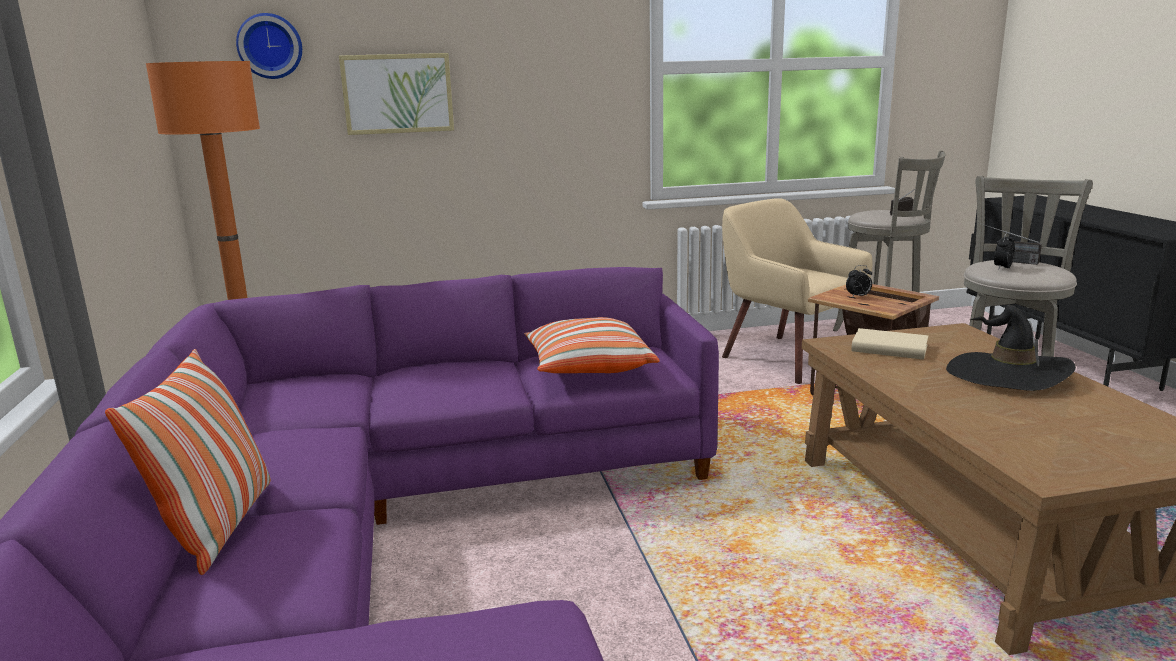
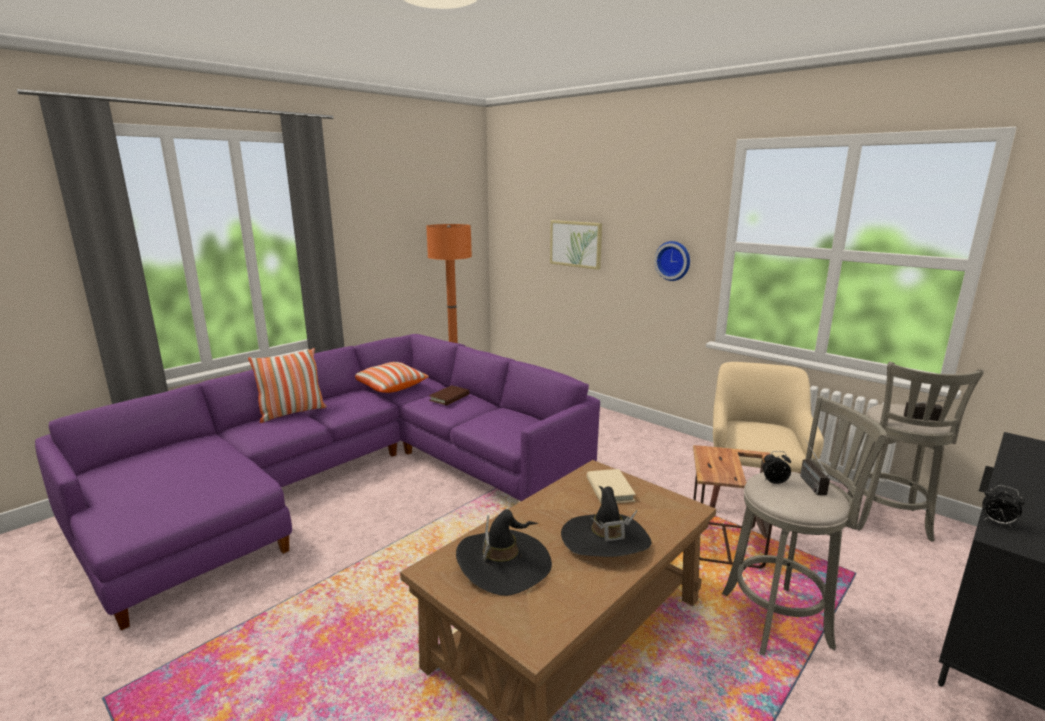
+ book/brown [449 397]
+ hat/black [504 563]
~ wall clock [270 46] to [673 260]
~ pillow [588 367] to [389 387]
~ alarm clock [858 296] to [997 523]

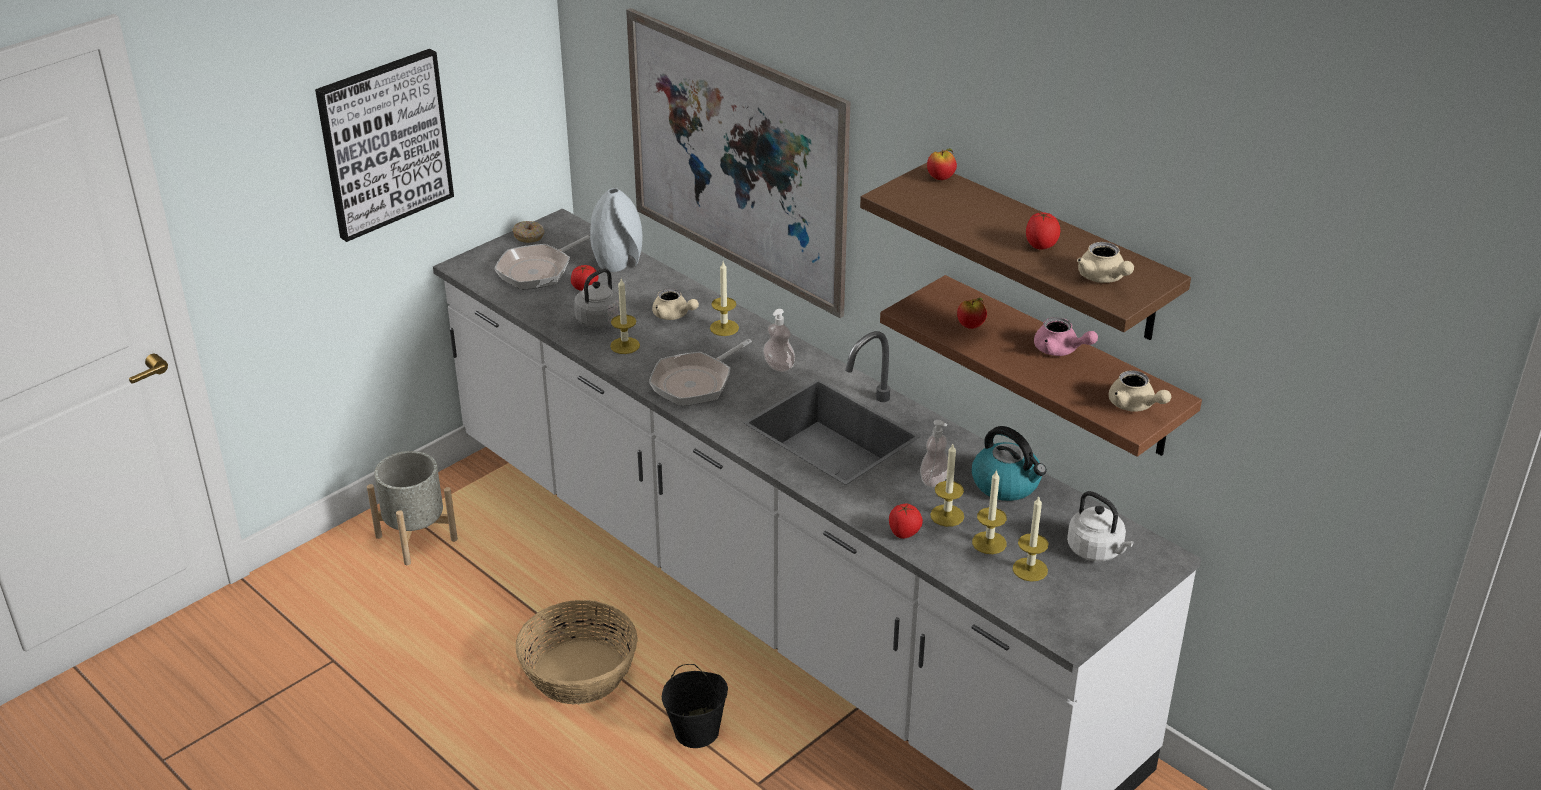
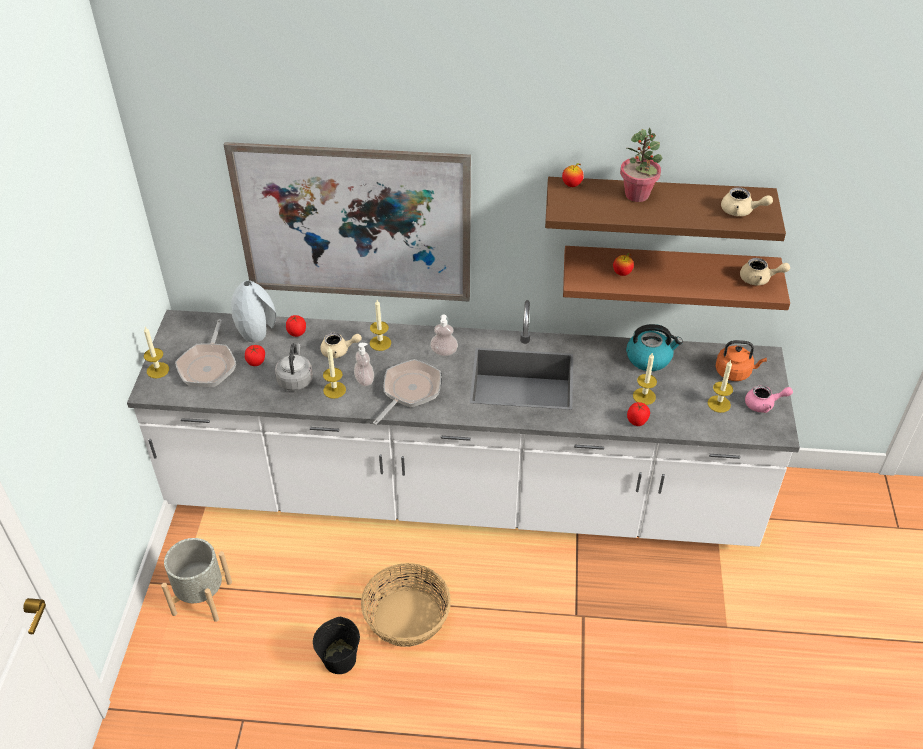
- picture [384 143]
- donut [529 236]
+ potted plant [637 195]
~ bucket/black [697 731] to [340 659]
~ soap dispenser [934 480] to [364 380]
~ candle [989 543] to [158 370]
~ tomato [1040 246] to [297 333]
~ teapot/pink [1060 350] to [764 404]
~ kettle/white [1097 551] to kettle/orange [735 372]
~ frying pan [695 382] = [409 391] 150 degrees counterclockwise

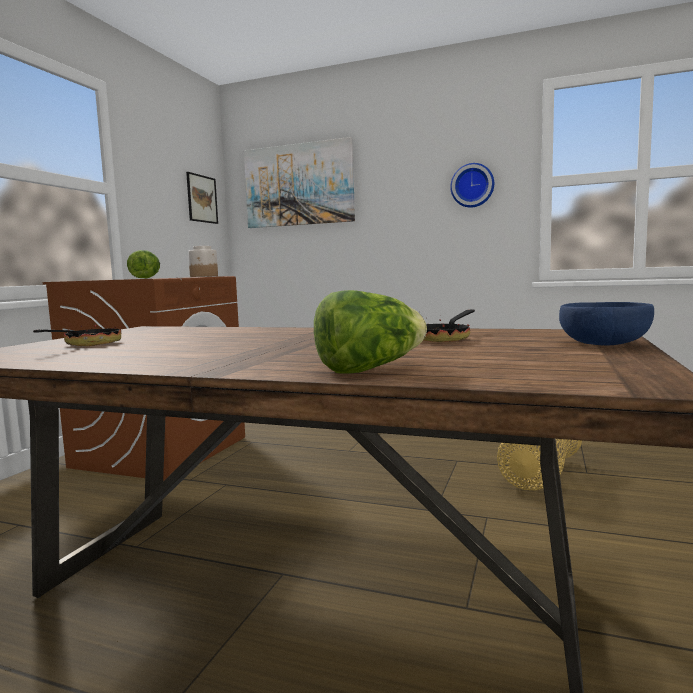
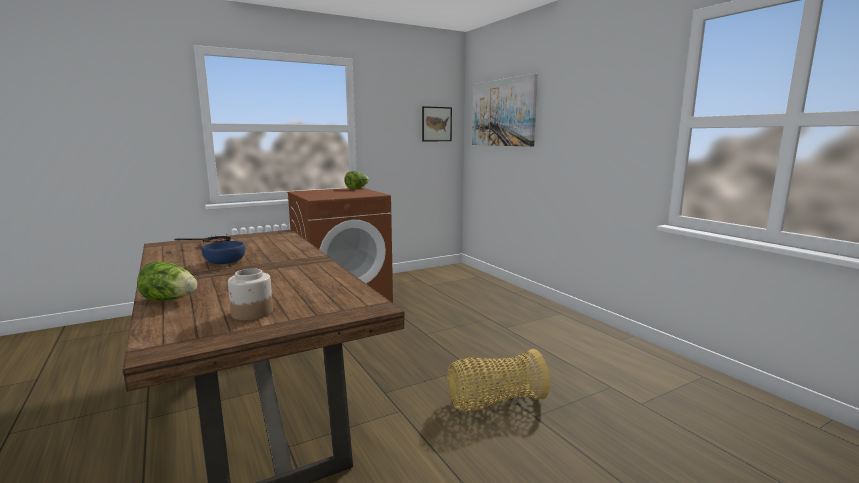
- frying pan [445 338]
- wall clock [472 185]
~ jar [204 276] to [252 313]
~ bowl/blue [605 343] to [225 262]

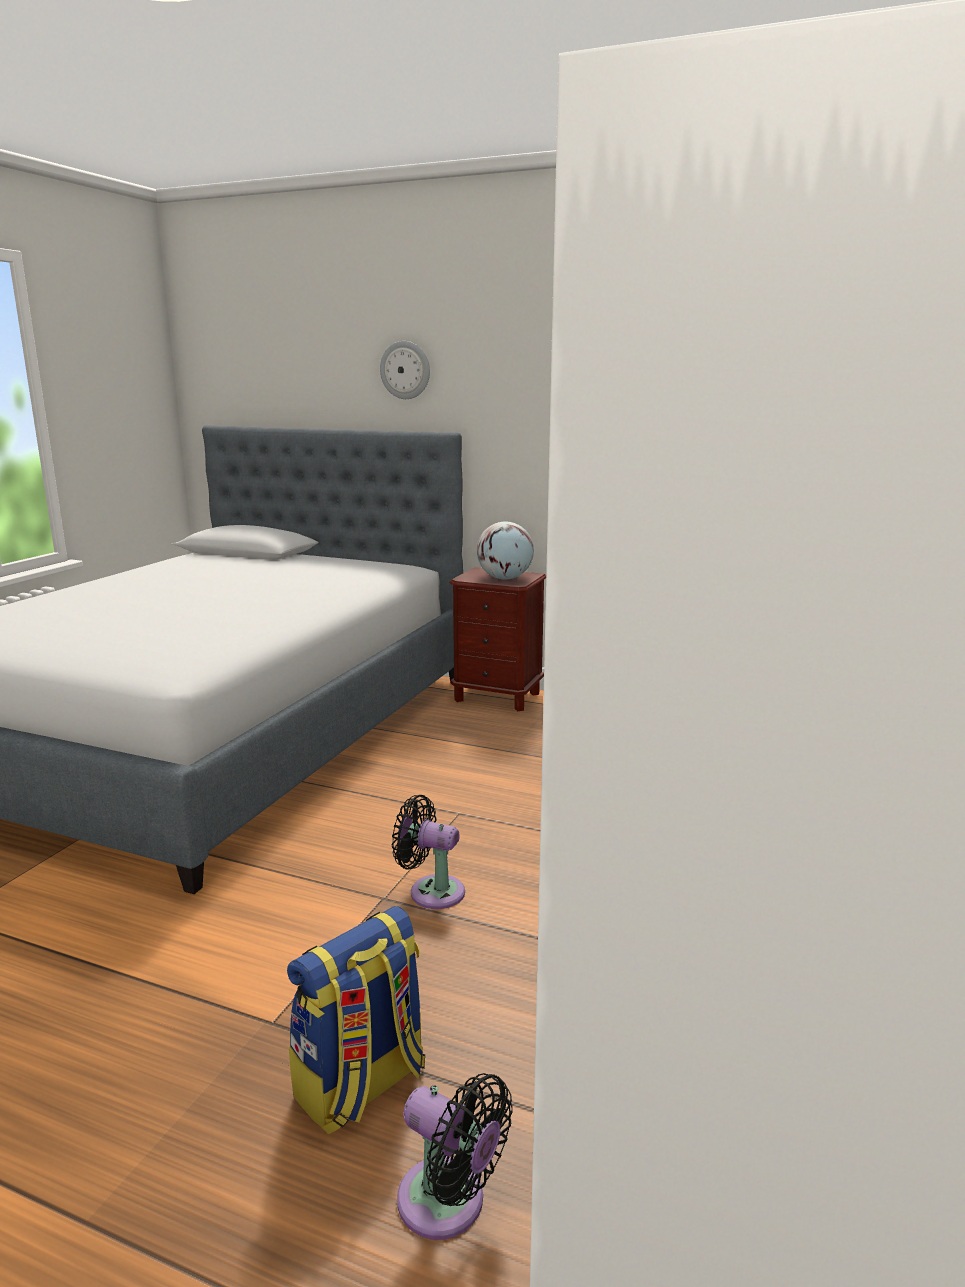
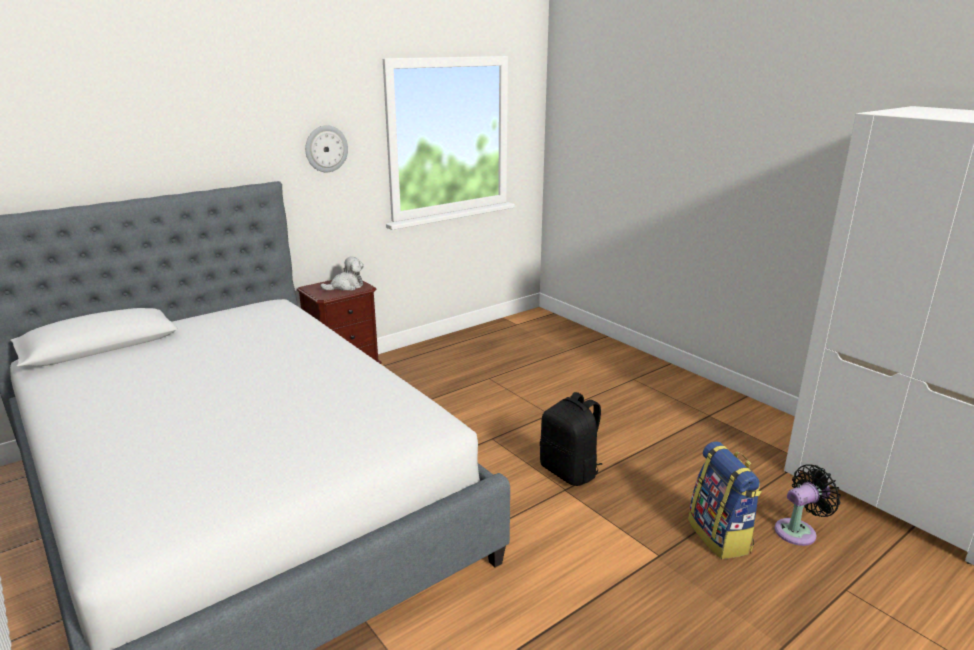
~ wall clock [405 370] to [326 149]
~ fan/black [431 891] to backpack/black [570 472]
~ globe [505 578] to plush toy [346 286]

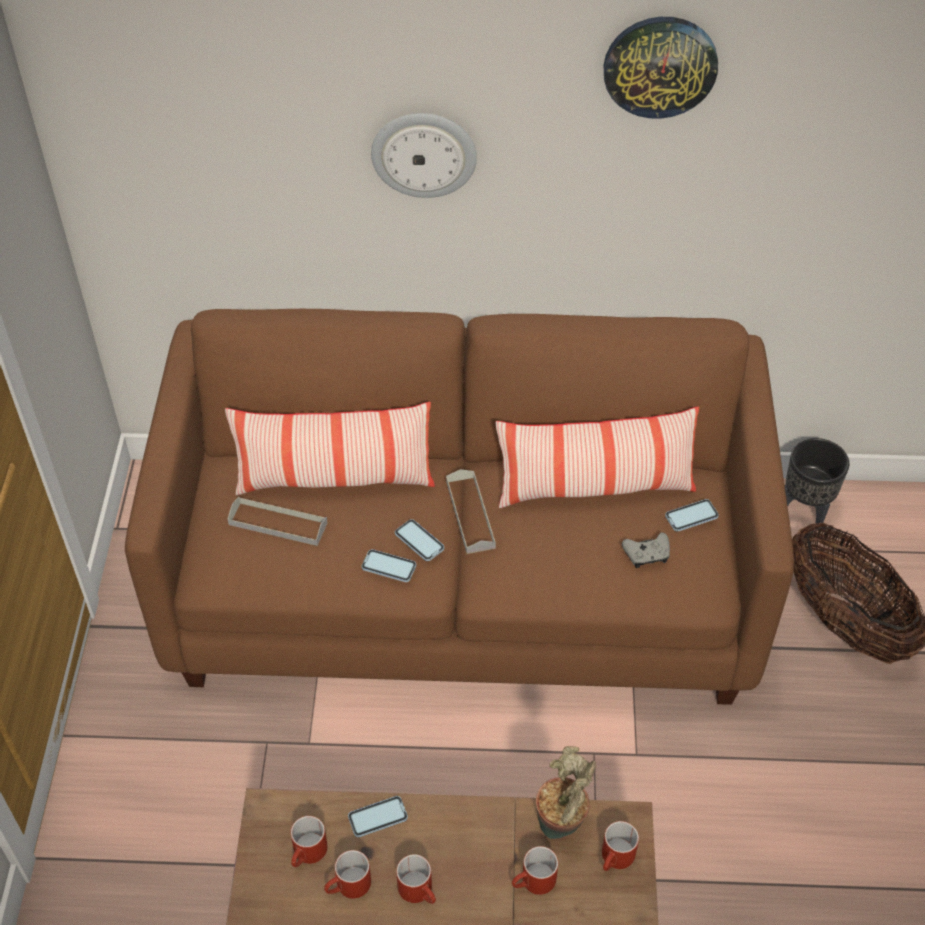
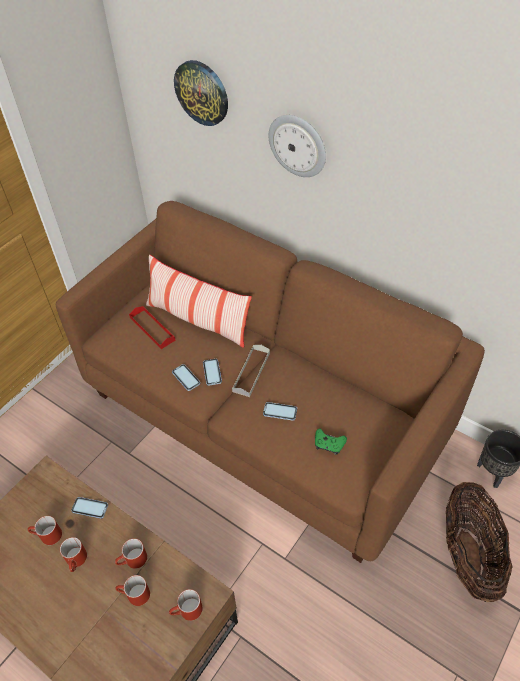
- pillow [594 488]
- potted plant [562 825]
~ mug/red [308 854] to [132 561]
~ wall clock [660 66] to [202 93]
~ phone [691 516] to [280 412]
~ tray/grey [278 524] to tray/red [152 329]
~ game controller/grey [647 555] to game controller/green [329 444]

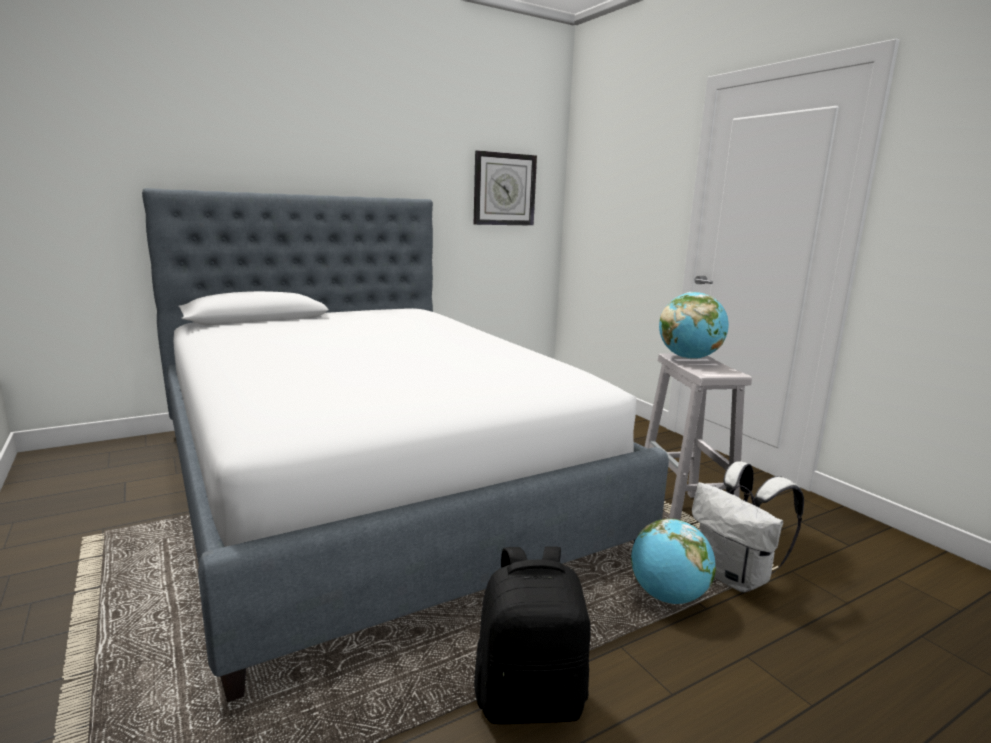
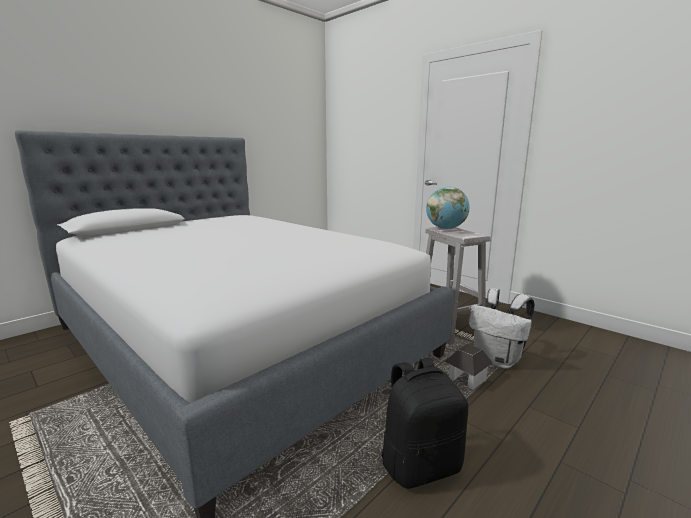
- wall clock [504 189]
~ globe [668 596] to toy house [467 379]

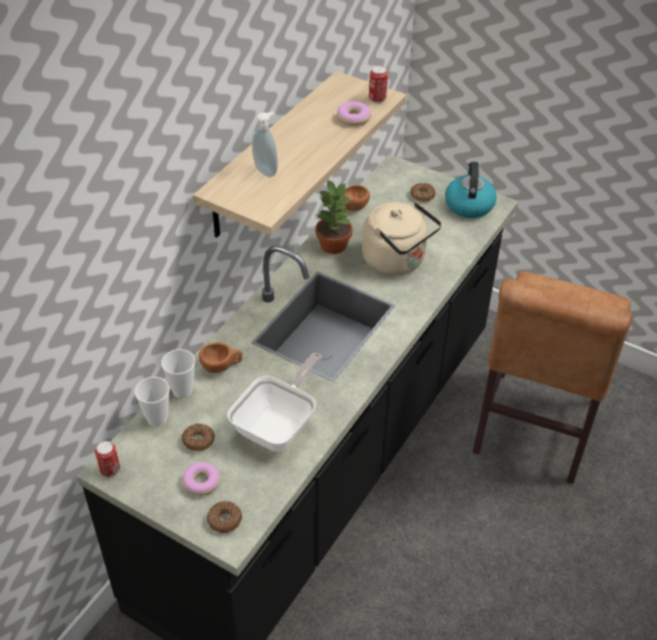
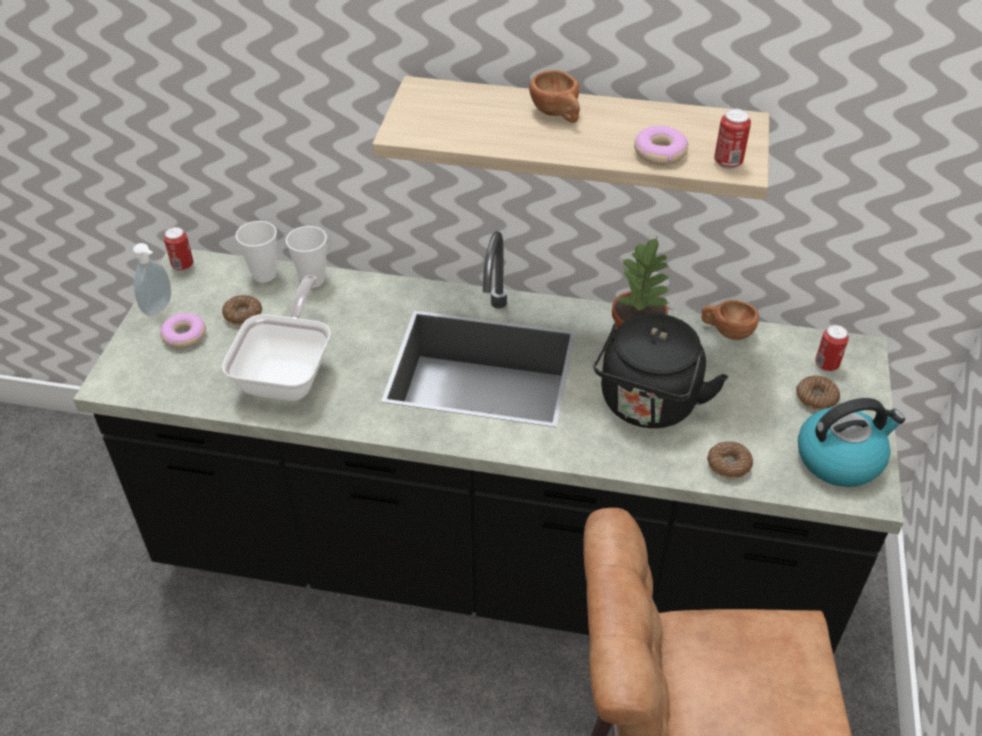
+ can [826 365]
~ cup/brown [221 366] to [557 114]
~ donut [225 520] to [729 465]
~ soap dispenser [266 170] to [160 308]
~ kettle/beige [397 261] to kettle/black [647 406]
~ frying pan [279 425] = [288 373] 90 degrees counterclockwise

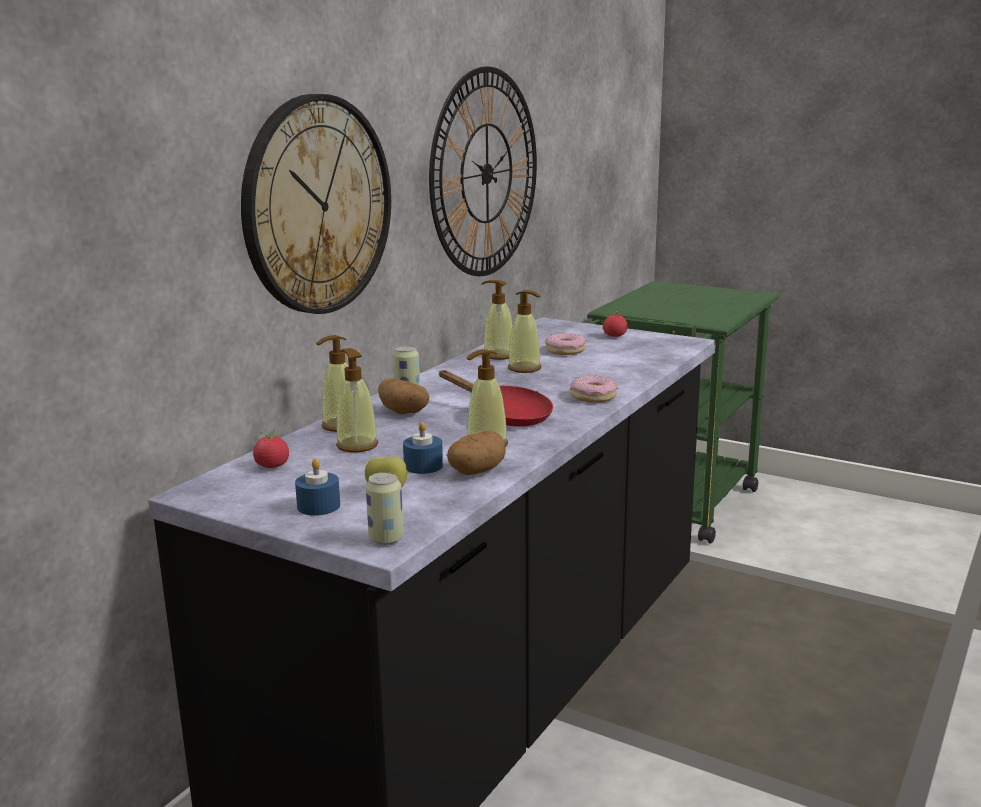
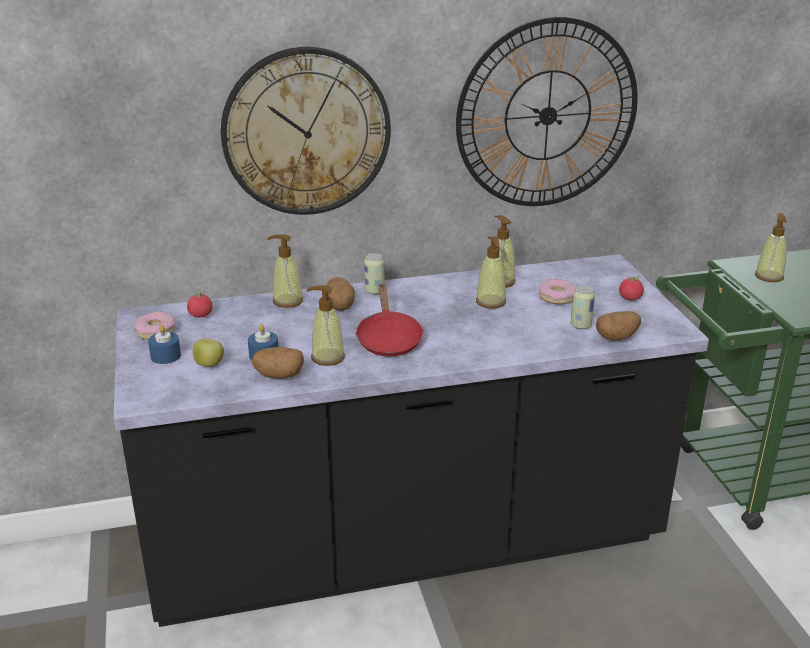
+ potato [617 337]
~ soap dispenser [357 445] to [769 276]
~ can [386 539] to [580 325]
~ donut [593 396] to [155 331]

